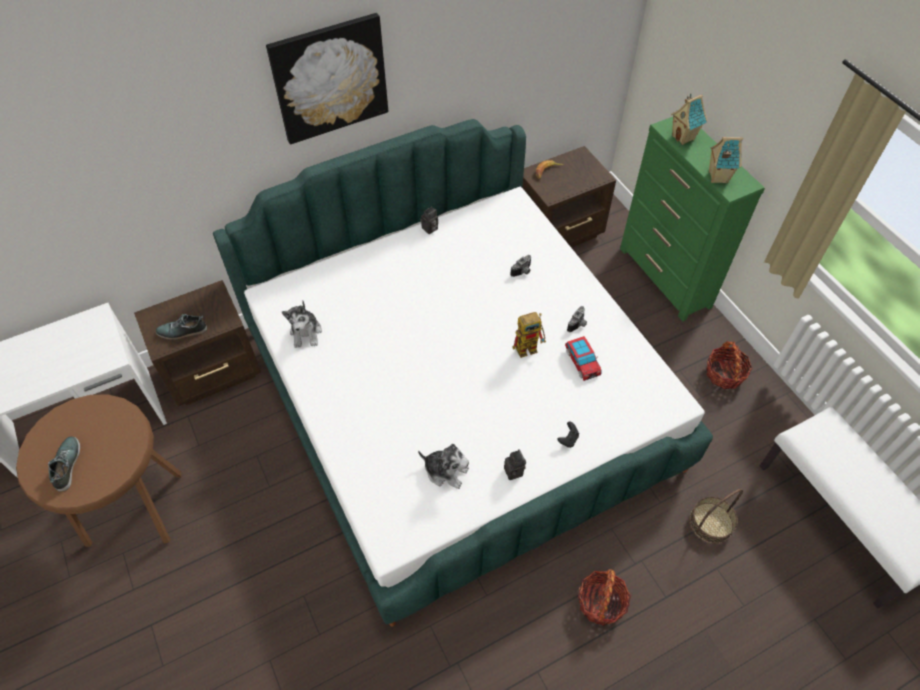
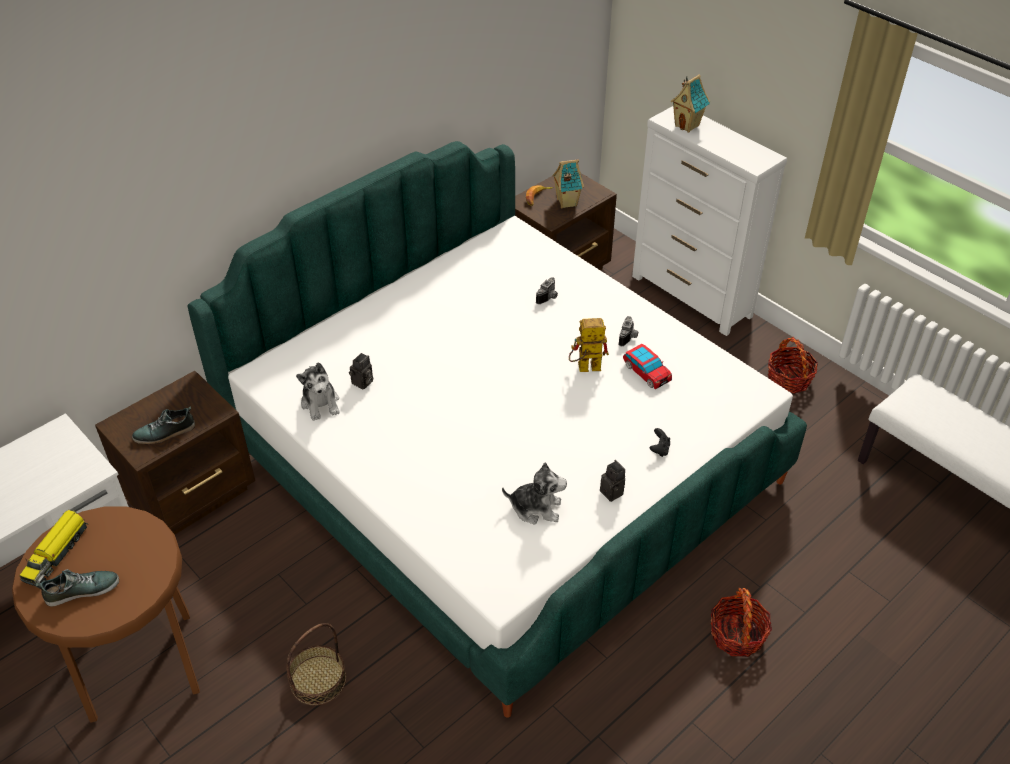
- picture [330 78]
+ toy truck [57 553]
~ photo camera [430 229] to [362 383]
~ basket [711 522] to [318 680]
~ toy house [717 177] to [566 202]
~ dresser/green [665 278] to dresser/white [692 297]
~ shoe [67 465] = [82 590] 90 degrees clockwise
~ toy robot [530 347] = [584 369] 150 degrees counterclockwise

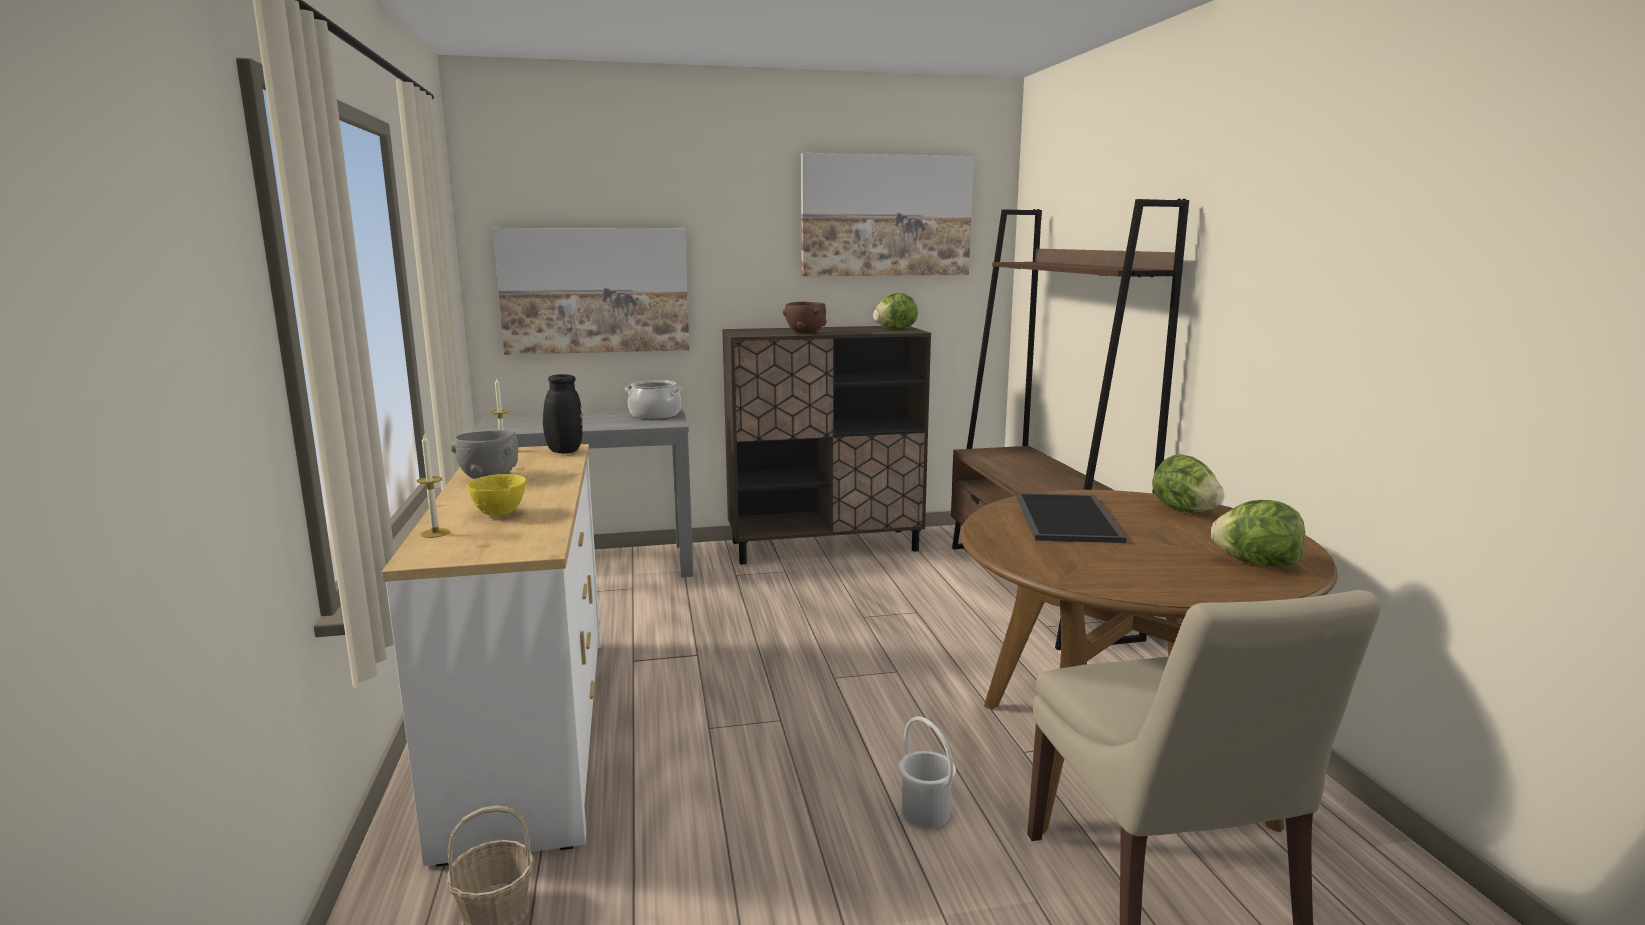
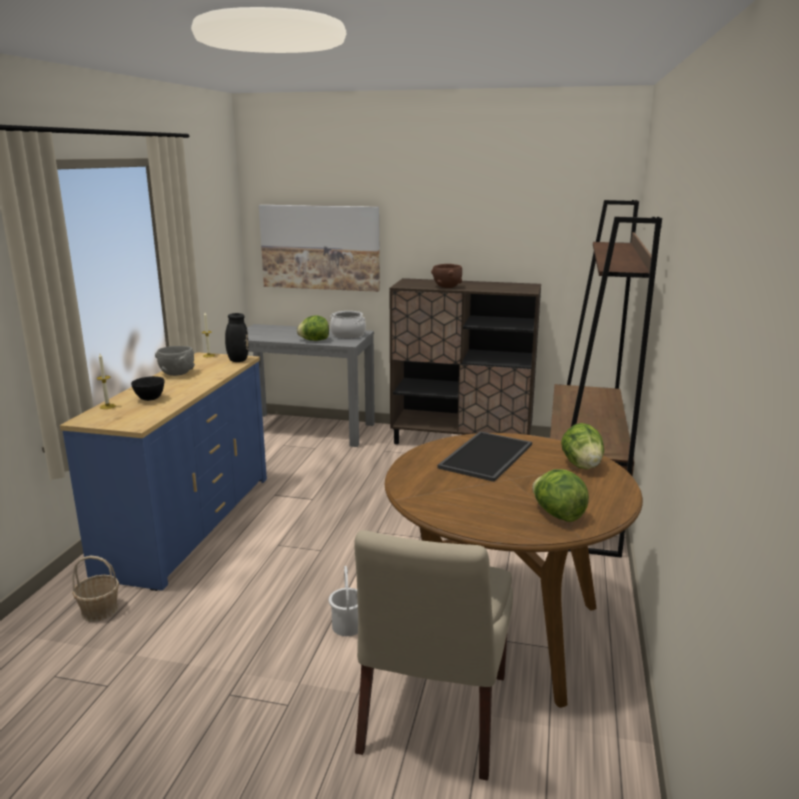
- picture [886 216]
~ lettuce [894 329] to [314 340]
~ dresser/white [529 732] to dresser/blue [188 523]
~ bowl/yellow [500 513] to bowl/black [150 399]

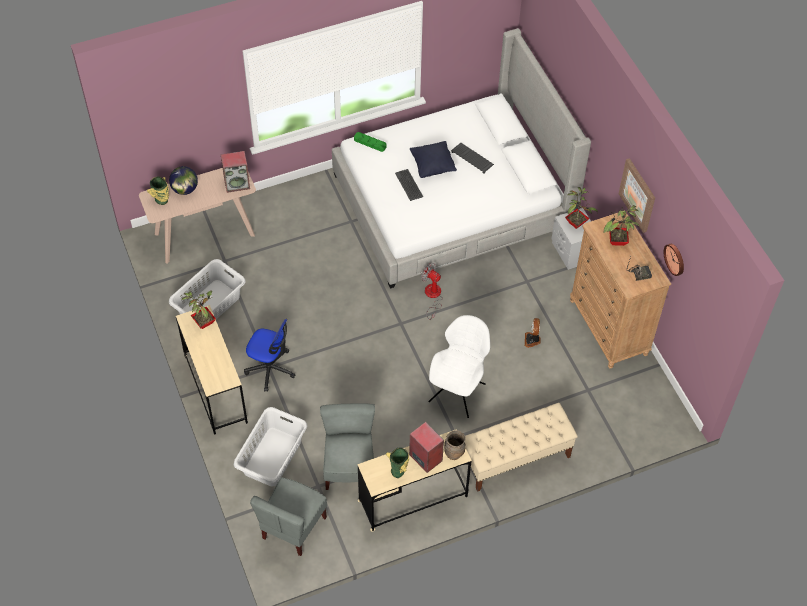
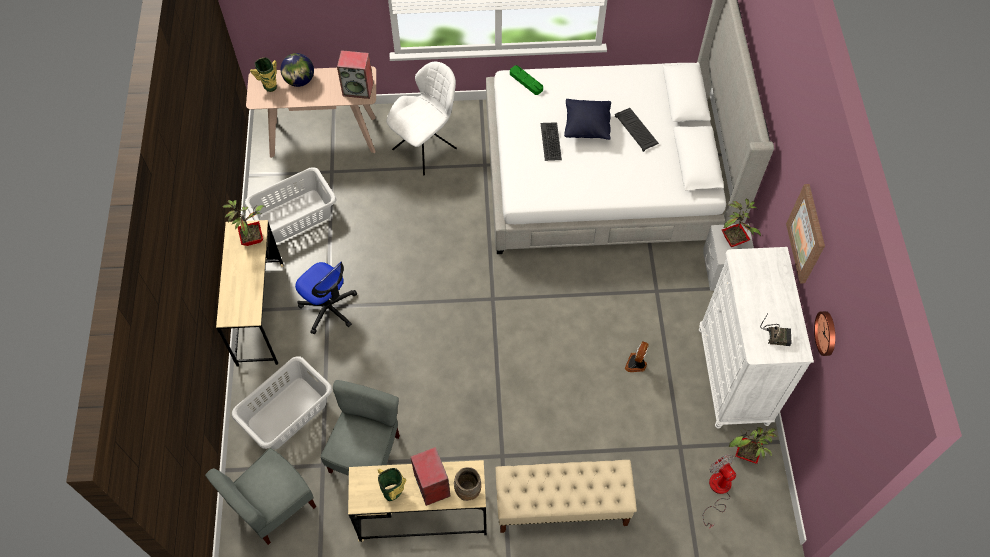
~ fan [432 296] to [717 491]
~ chair/white [458 391] to [426 148]
~ potted plant [617 242] to [746 455]
~ dresser/brown [608 328] to dresser/white [733 376]

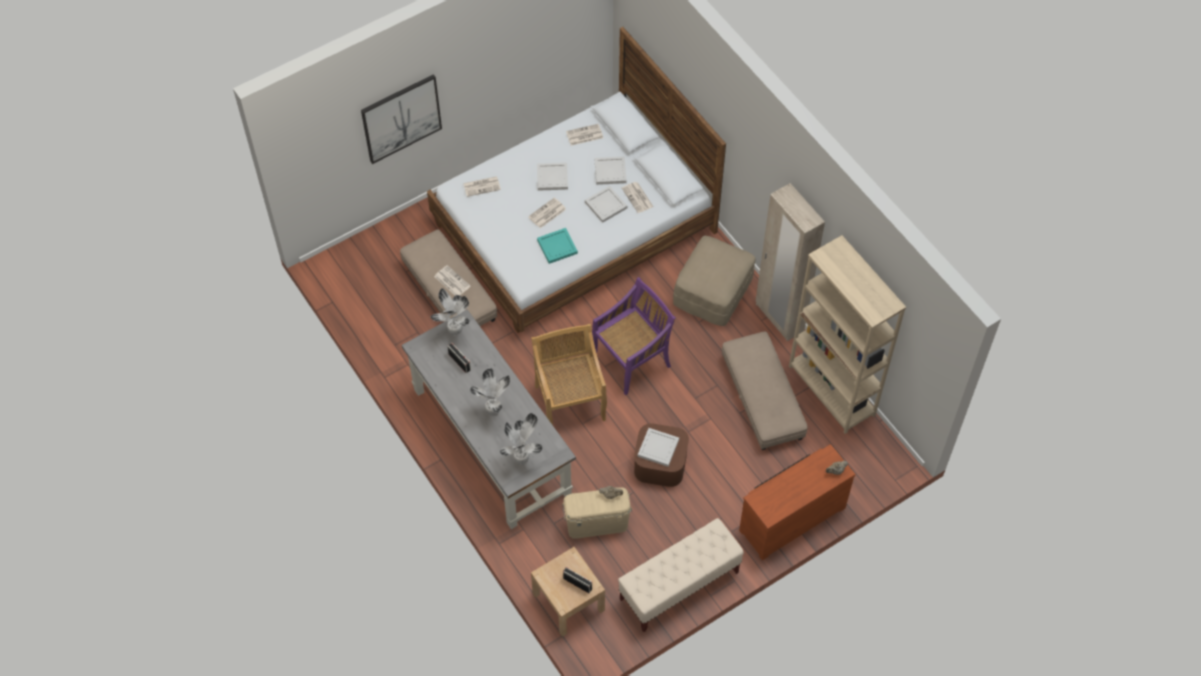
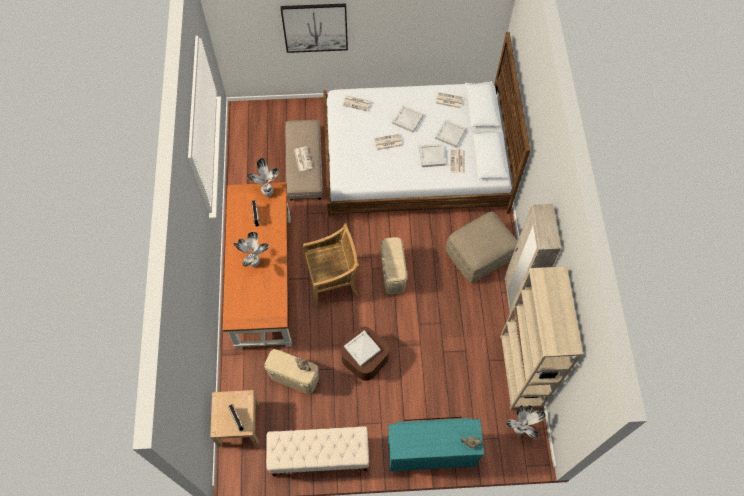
- tray/turquoise [558 247]
- ottoman/beige [762 398]
~ potted plant [522 459] to [519 429]
~ chair/purple [632 360] to storage box/beige [393 274]
~ desk/grey [490 440] to desk/orange [264 280]
~ dresser/brown [790 517] to dresser/turquoise [431 450]
~ chair/beige [570 401] = [332 281] 60 degrees clockwise

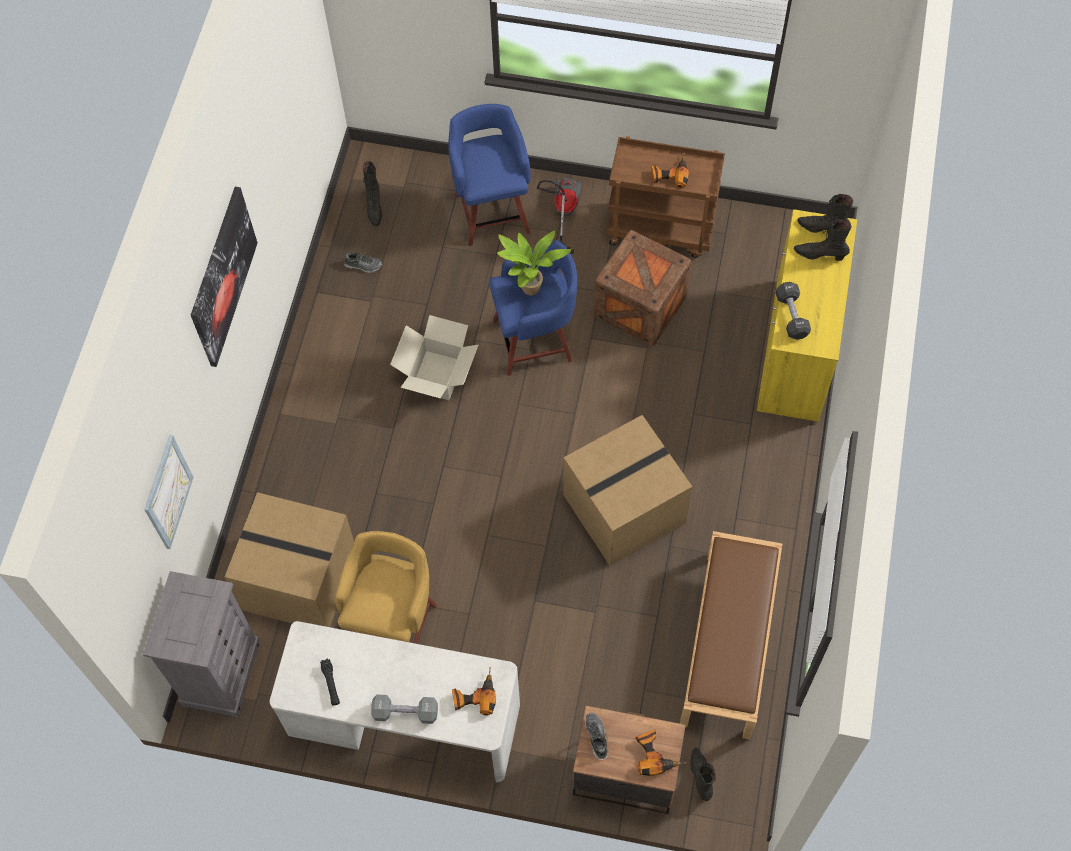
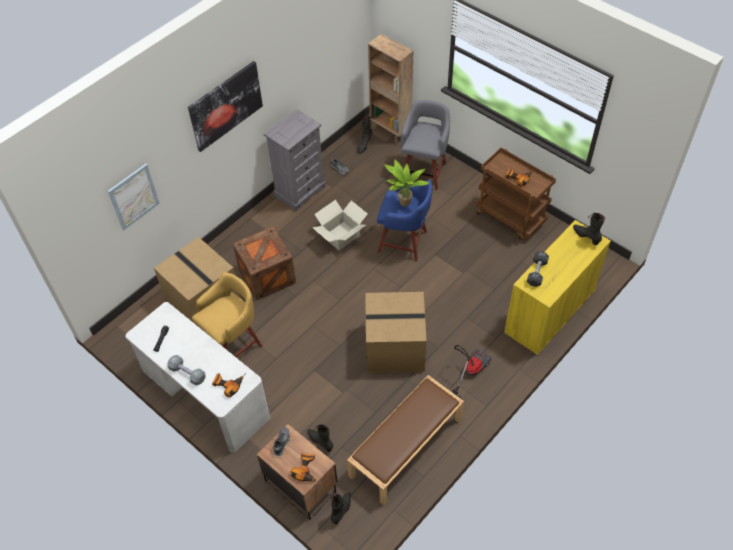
+ bookcase/brown [390 131]
~ dresser/grey [220 672] to [300 190]
~ vacuum cleaner [562 212] to [469 371]
~ crate [640 306] to [267 276]
~ boot/black [820 254] to [320 441]
~ stool/blue [492 211] to stool/grey [424 171]

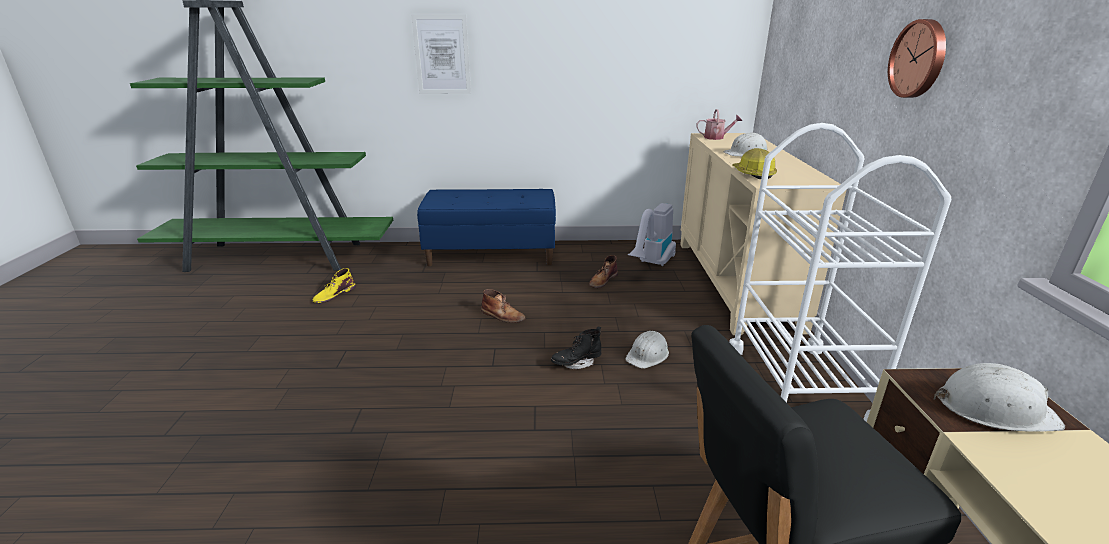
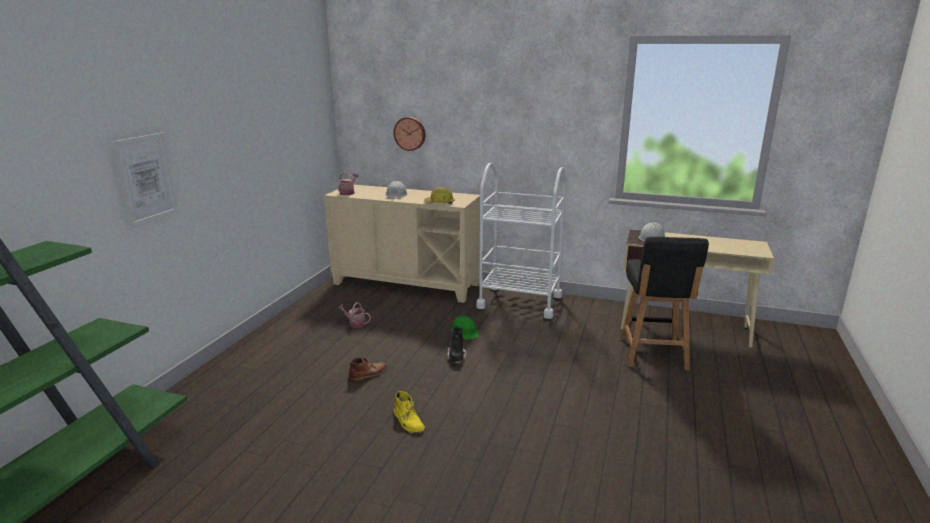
- bench/blue [492 254]
- vacuum cleaner [652 264]
~ boot/yellow [334 294] to [408 421]
~ wall clock [919 59] to [410 133]
~ boot/brown [603 280] to watering can [355 324]
~ hard hat/white [648 355] to hard hat/green [465 332]

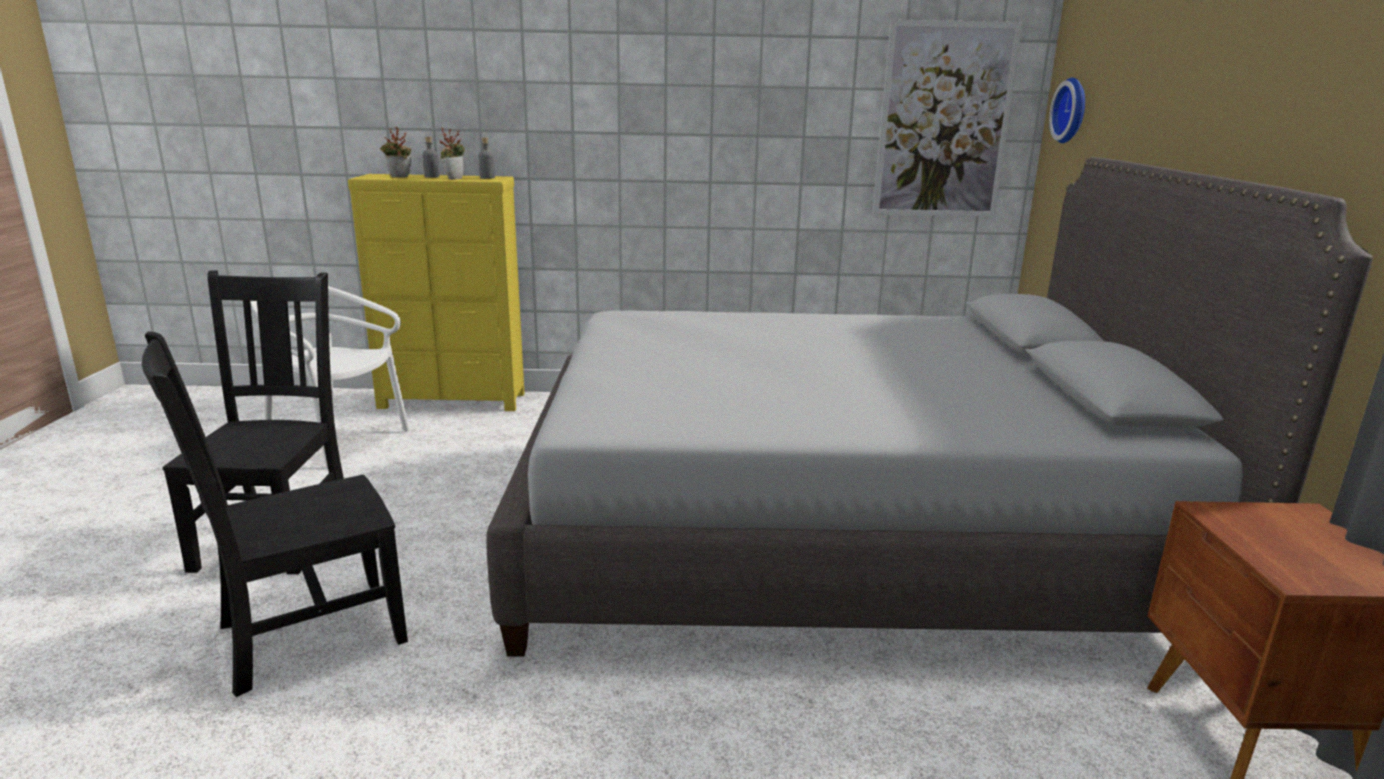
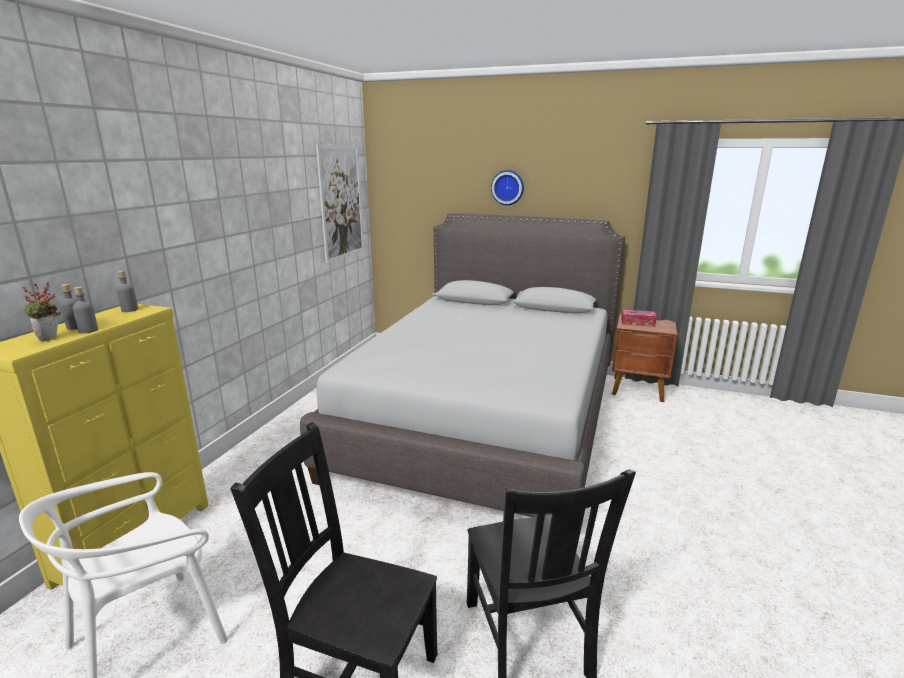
- potted plant [454 179]
+ bottle/grey [88 330]
+ tissue box [638 323]
~ wall clock [1072 110] to [508 187]

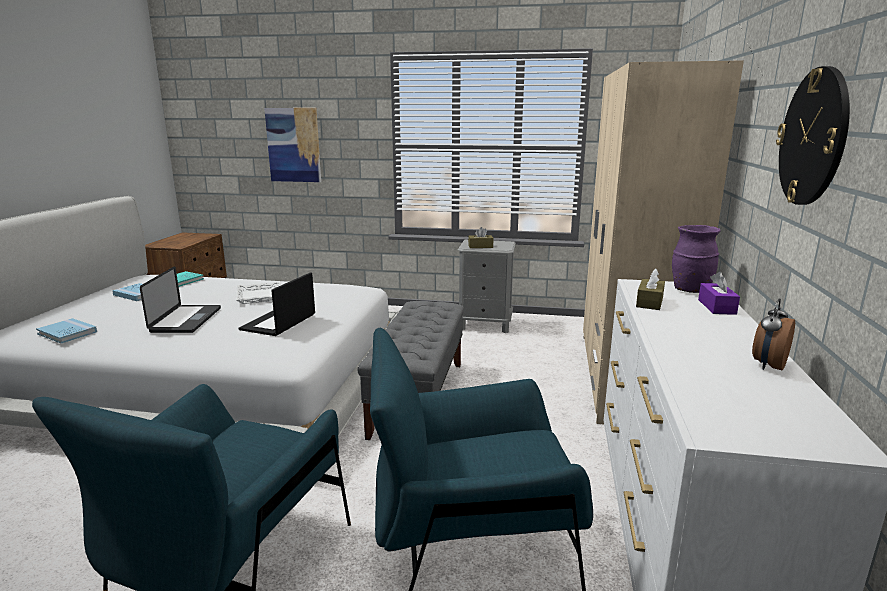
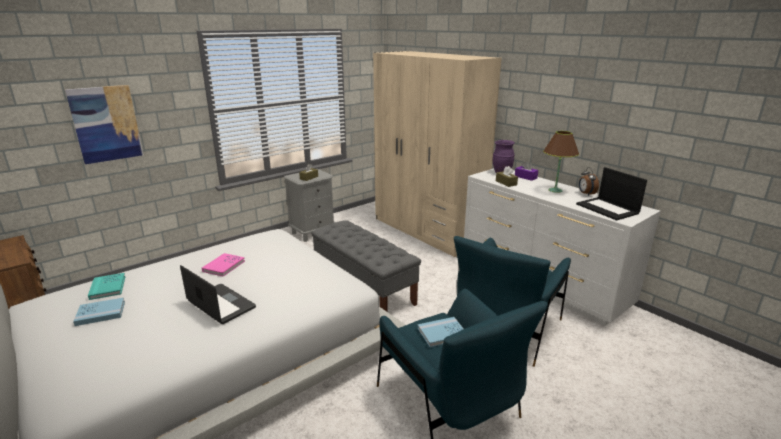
- wall clock [813 137]
+ table lamp/brown [555 190]
~ book/blue [67 333] to [442 333]
~ laptop [278 322] to [608 209]
~ tray/white [260 296] to book/pink [224 266]

